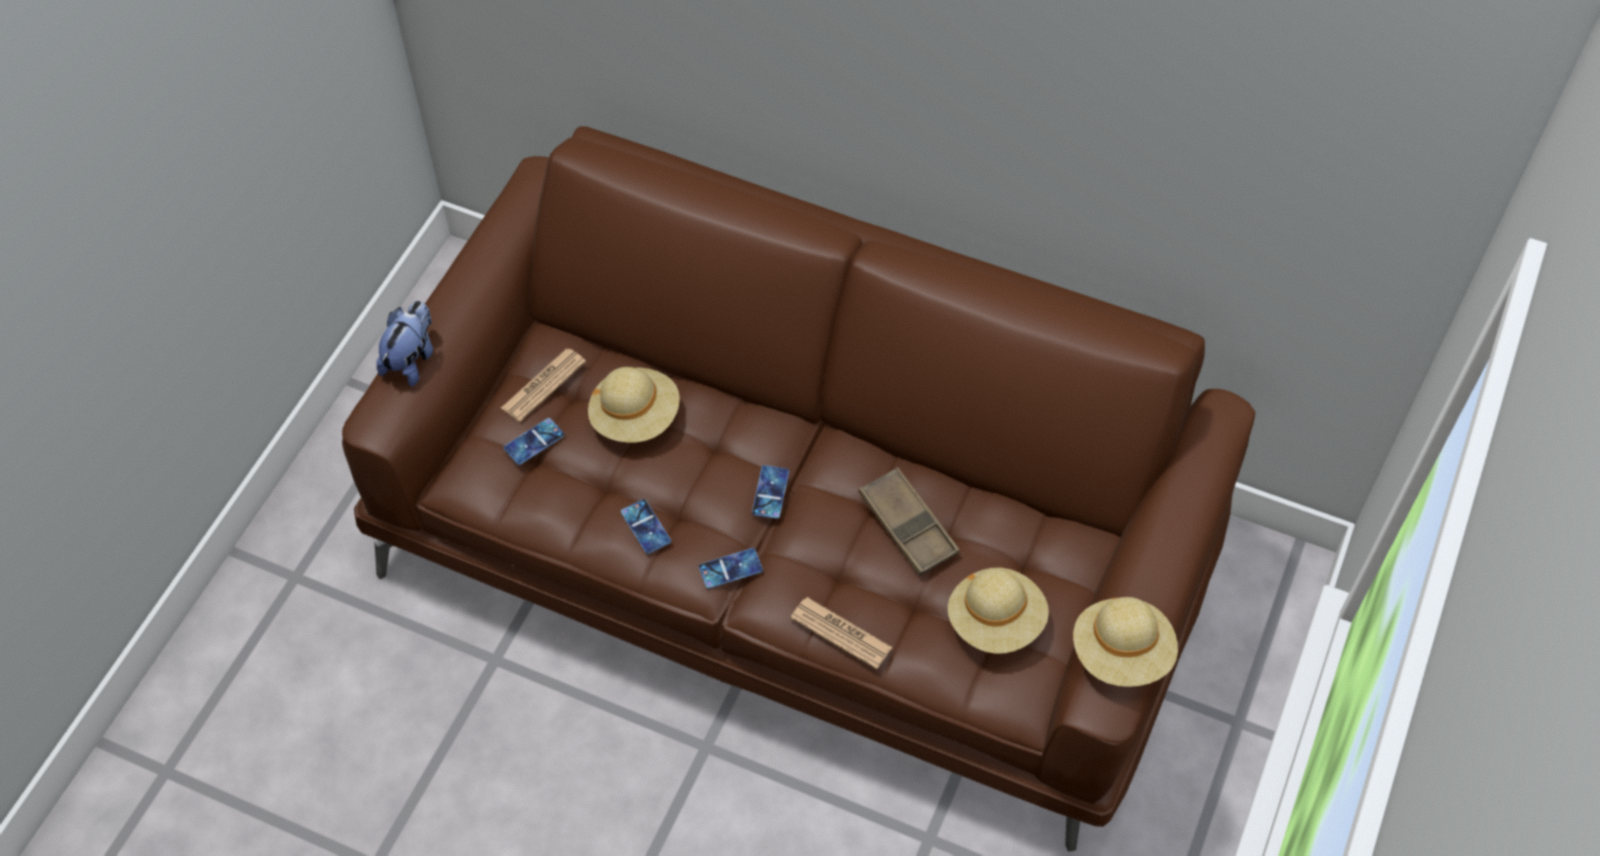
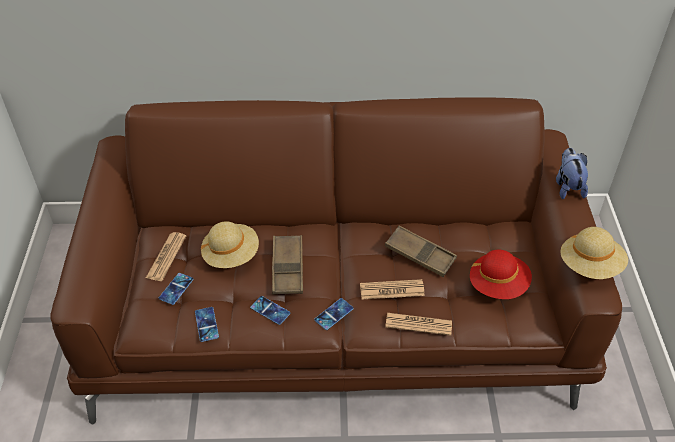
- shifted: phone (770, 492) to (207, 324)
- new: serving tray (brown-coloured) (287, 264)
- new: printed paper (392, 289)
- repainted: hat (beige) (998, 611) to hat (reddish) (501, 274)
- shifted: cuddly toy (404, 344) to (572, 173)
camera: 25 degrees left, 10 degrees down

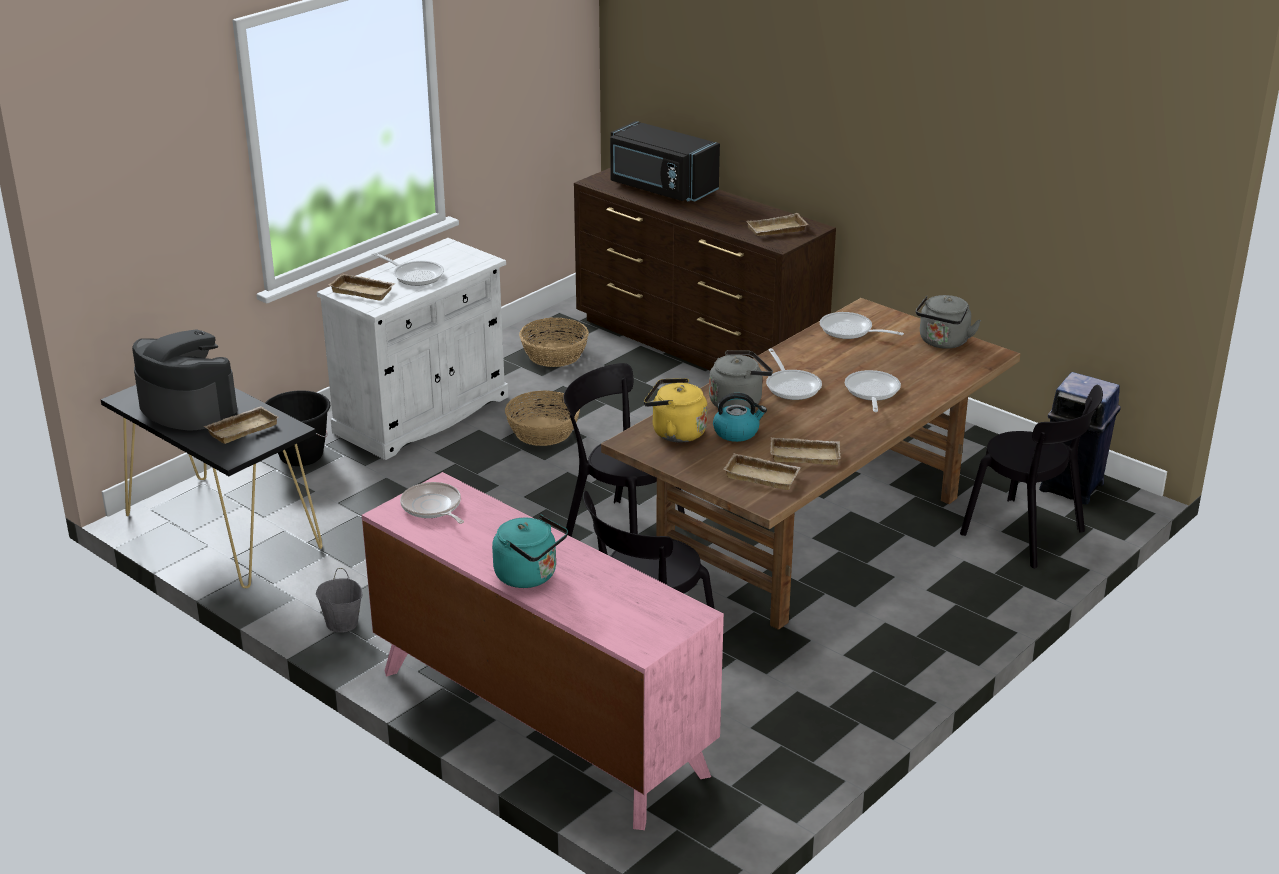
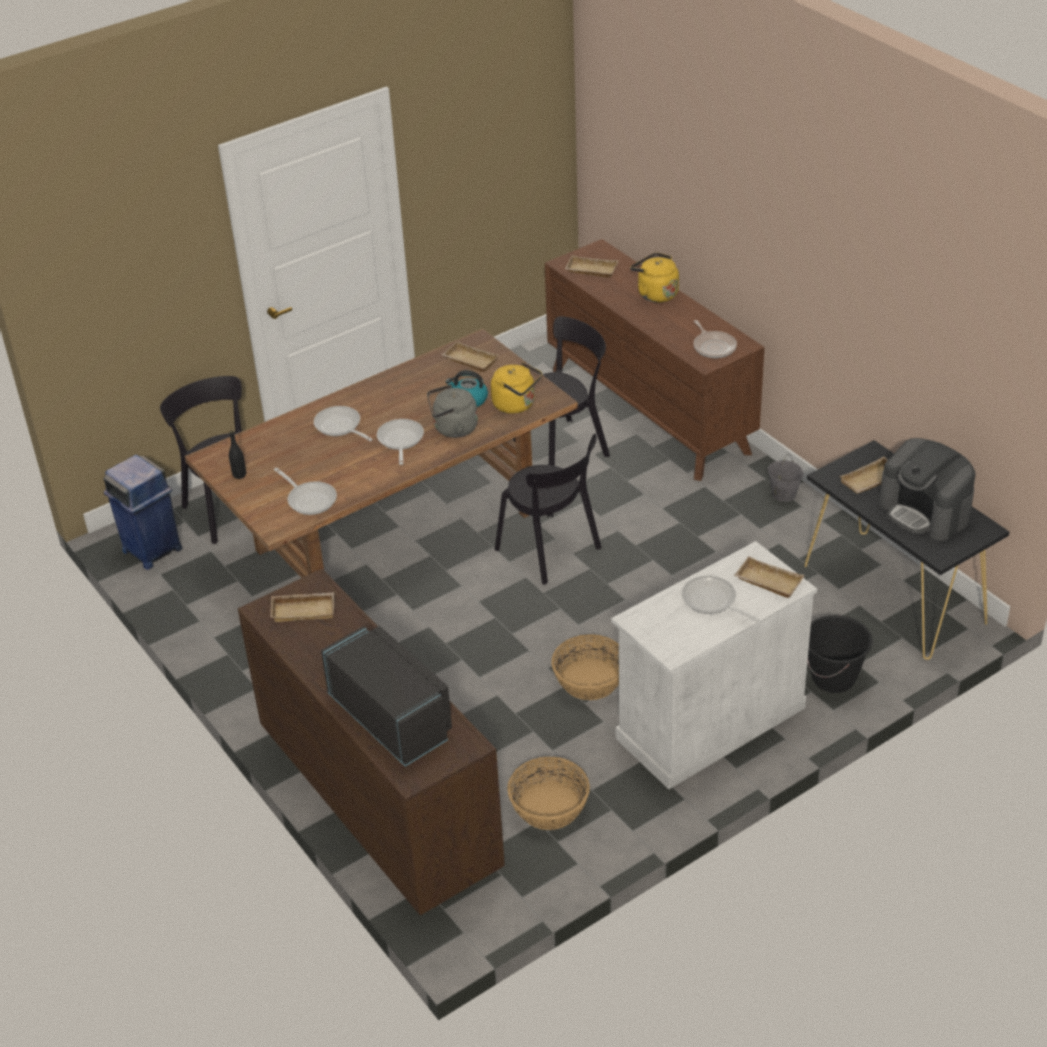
- swapped: kettle (grey) (948, 322) to beverage bottle (blackish) (237, 454)
- rotated: pan (873, 391) = (343, 423) 120 degrees clockwise
- repainted: drawer chest (pinkish) (543, 651) to drawer chest (brown-coloured) (655, 360)
- shifted: serving tray (beige) (805, 451) to (592, 266)
- repainted: kettle (blue-green) (530, 551) to kettle (yellowish) (654, 277)
camera: 165 degrees left, 10 degrees up

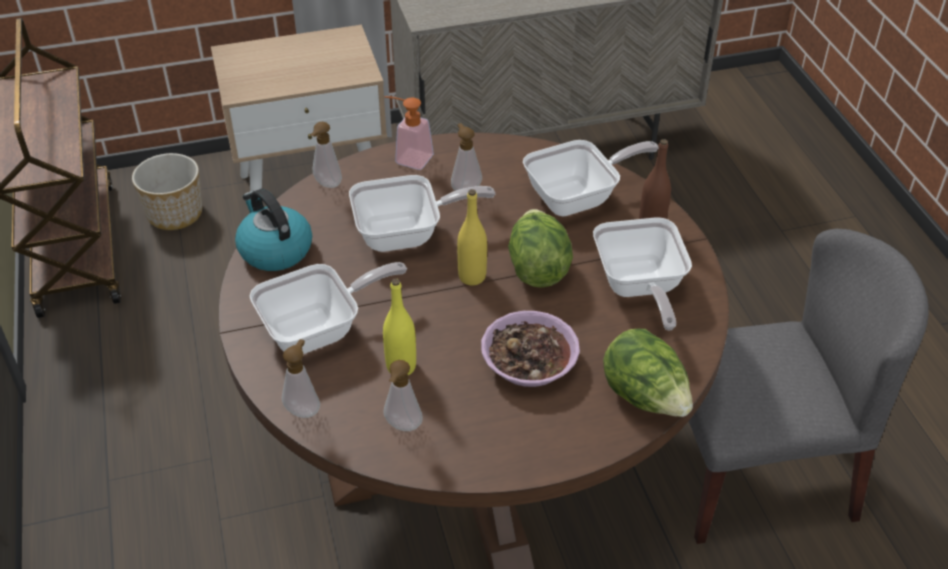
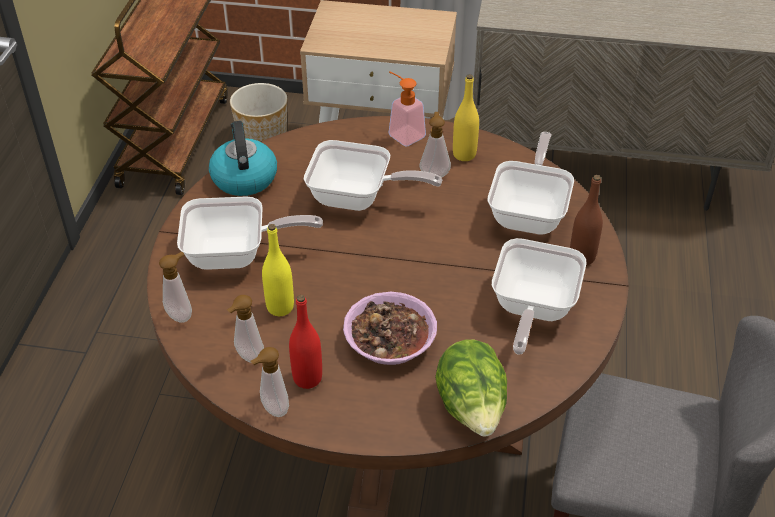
- shifted: soap bottle (326, 155) to (270, 382)
- new: beverage bottle (reddish) (305, 342)
- shifted: beverage bottle (yellowish) (472, 237) to (466, 117)
- rotated: pan (591, 178) = (531, 183) 75 degrees counterclockwise
- gone: head of lettuce (540, 248)
camera: 25 degrees right, 0 degrees up

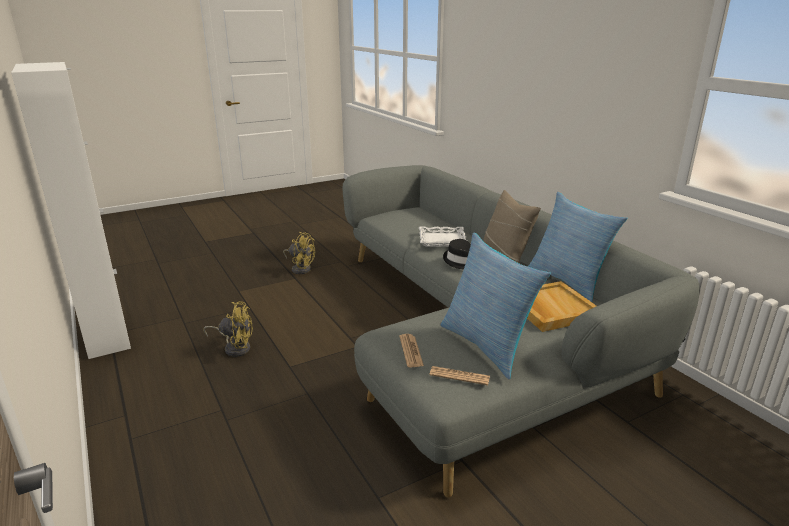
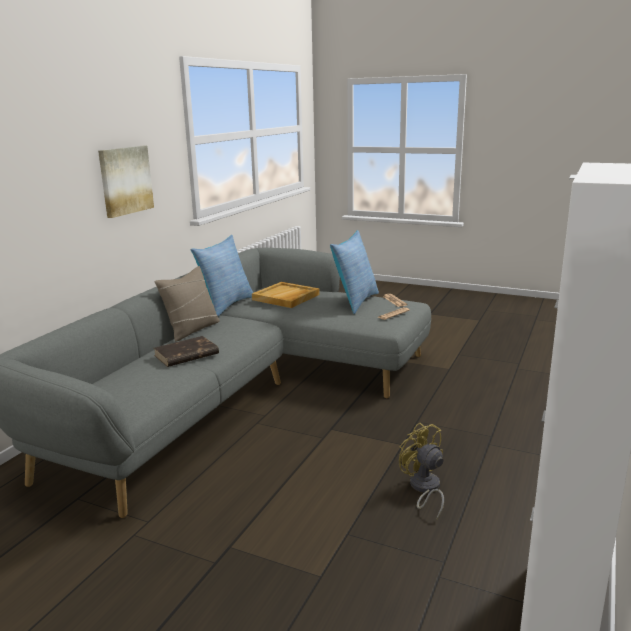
- new: picture (126, 182)
- swapped: serving tray (white-coloured) (442, 236) to bound book (brown-coloured) (186, 351)
- gone: electric fan (yellowish) (299, 253)
- gone: hat (blackish) (457, 254)
camera: 125 degrees left, 5 degrees down

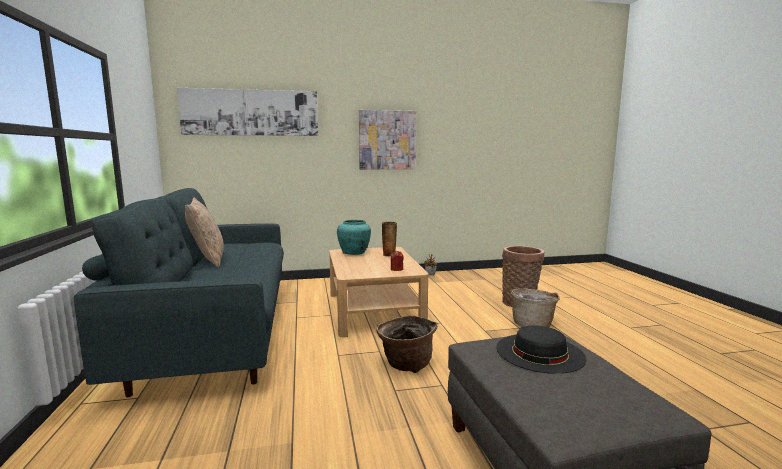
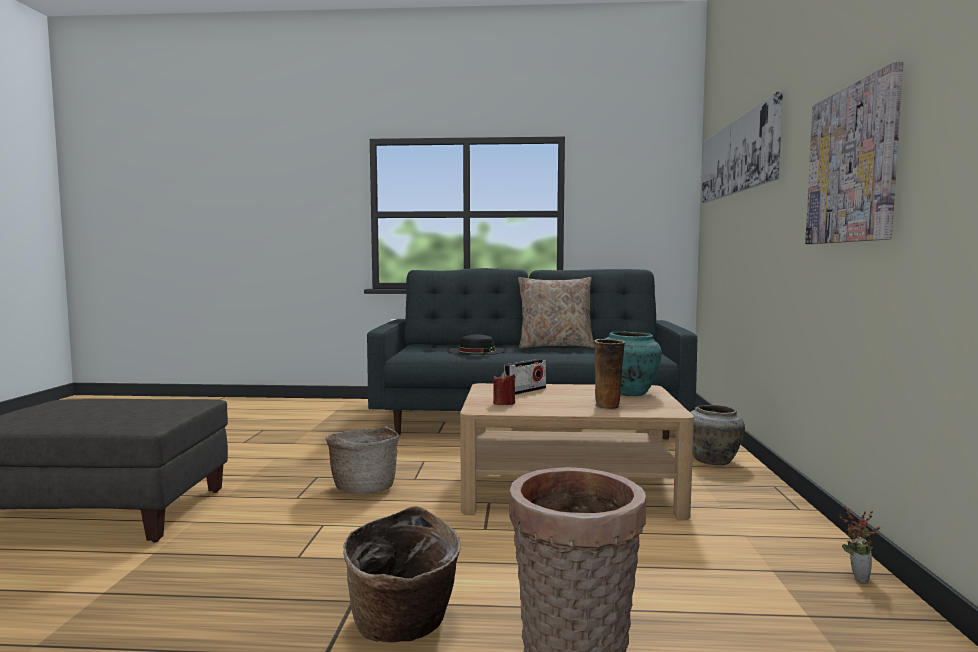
- shifted: hat (blackish) (541, 349) to (477, 344)
- new: radio set (525, 377)
- new: vase (beige) (717, 435)
camera: 105 degrees right, 5 degrees down

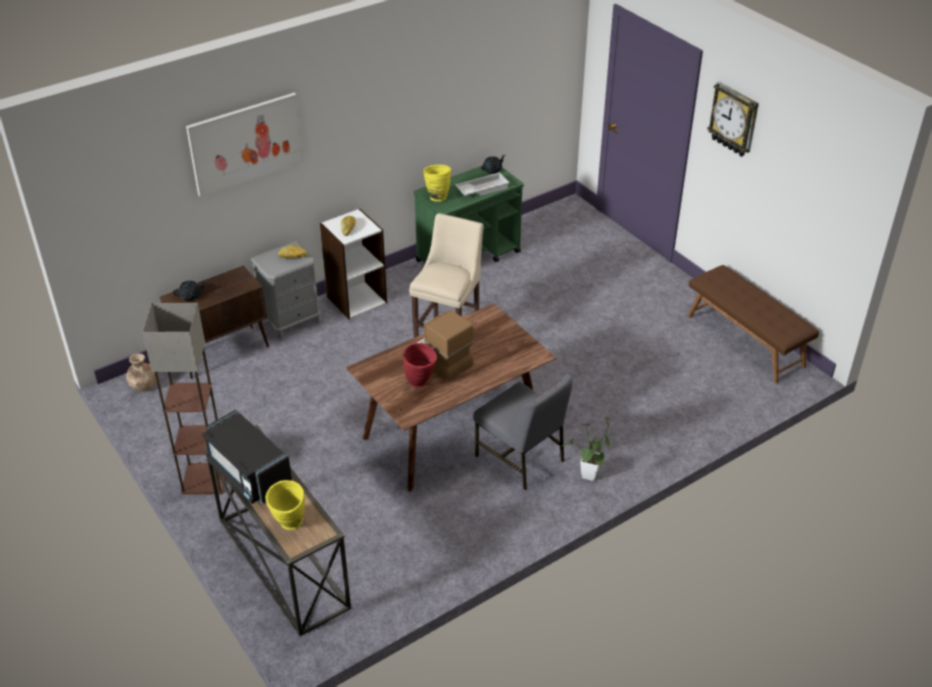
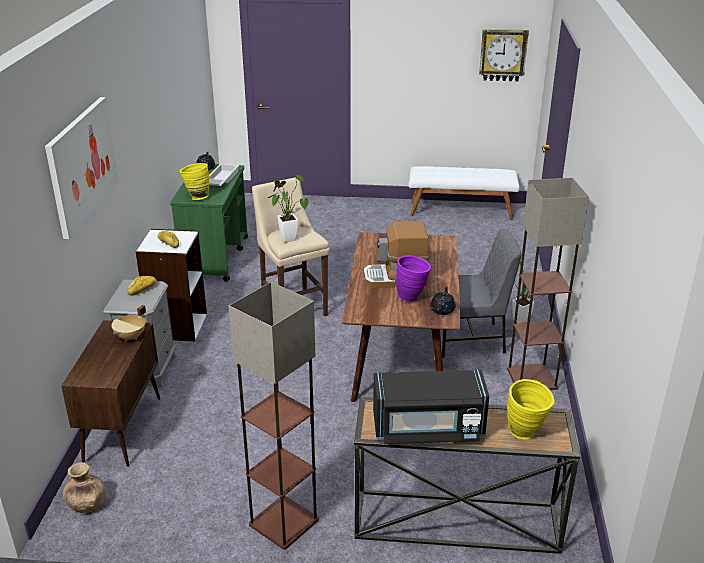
- new: cooking pot (beige) (128, 323)
- new: houseplant (288, 208)
- repainted: vase (reddish) (420, 365) to vase (purple) (413, 278)
- repainted: long seat (brown-coloured) (753, 324) to long seat (white-coloured) (464, 193)
- shifted: tea pot (blackish) (190, 290) to (443, 300)
- shifted: wall clock (733, 119) to (504, 55)
- new: standard lamp (548, 284)
camera: 50 degrees left, 10 degrees down

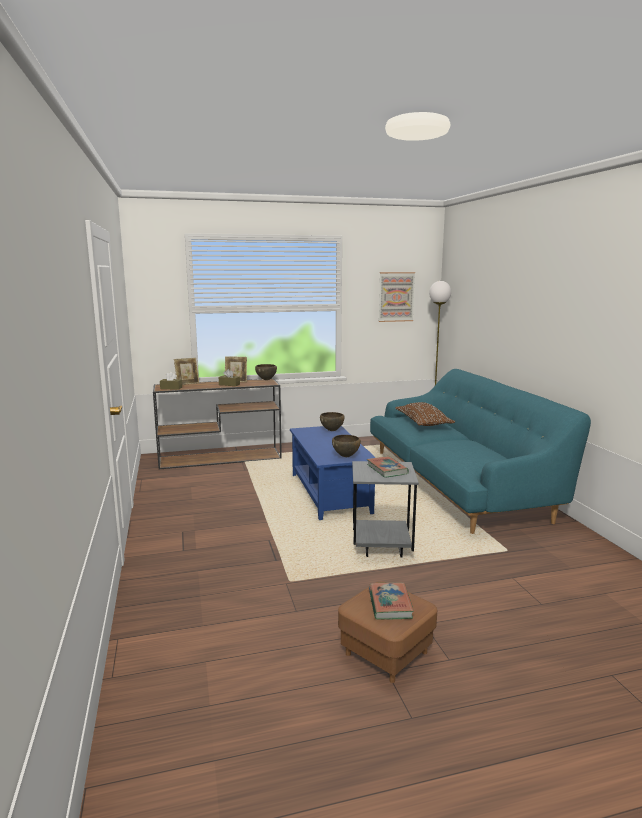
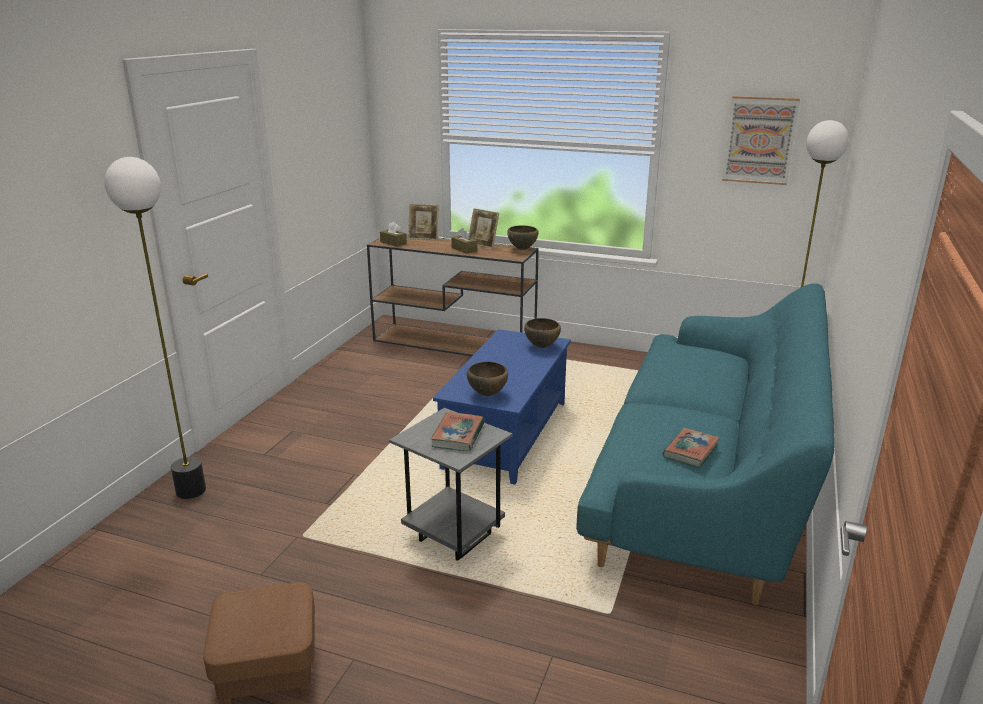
- new: standard lamp (155, 328)
- shifted: bound book (391, 601) to (691, 448)
- gone: throw pillow (brown-coloured) (425, 414)
camera: 35 degrees right, 10 degrees up

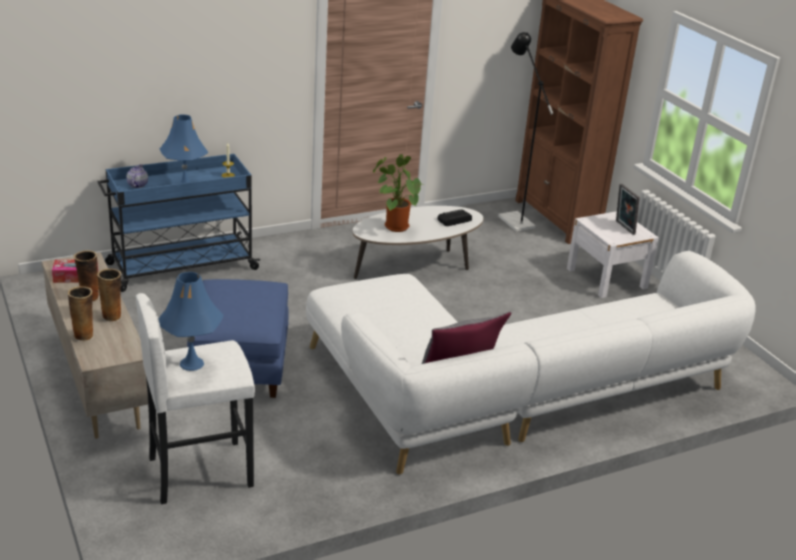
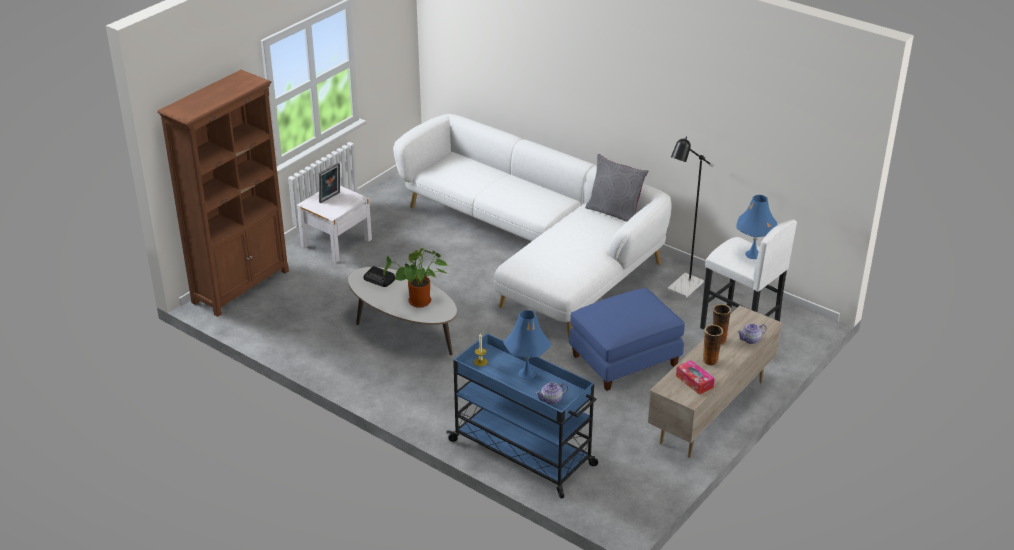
- shifted: standard lamp (blackish) (525, 132) to (690, 217)
- swapped: vase (81, 314) to tea pot (752, 333)
camera: 115 degrees left, 5 degrees up

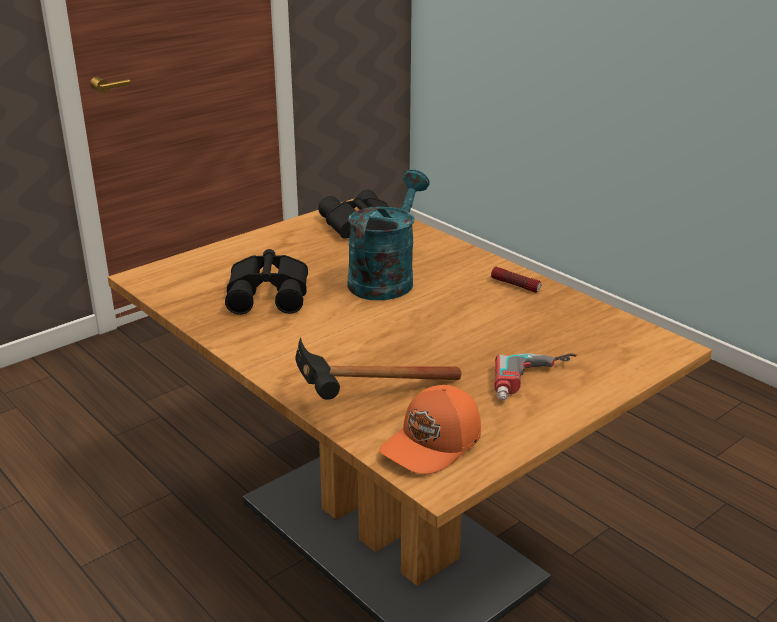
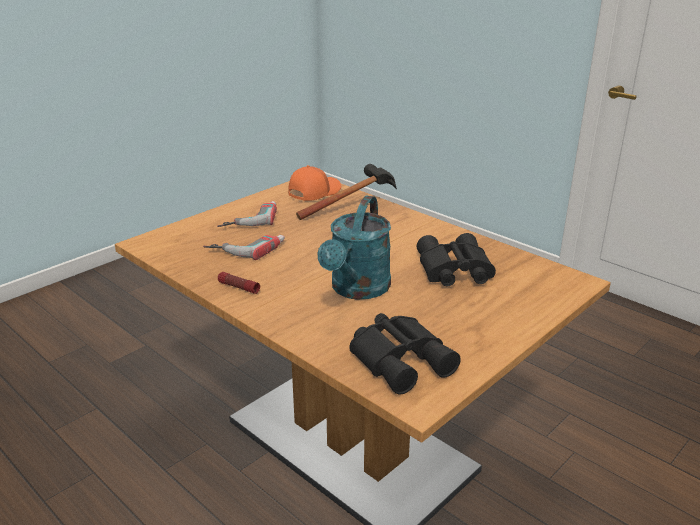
- new: drill (244, 247)
camera: 175 degrees right, 0 degrees up

